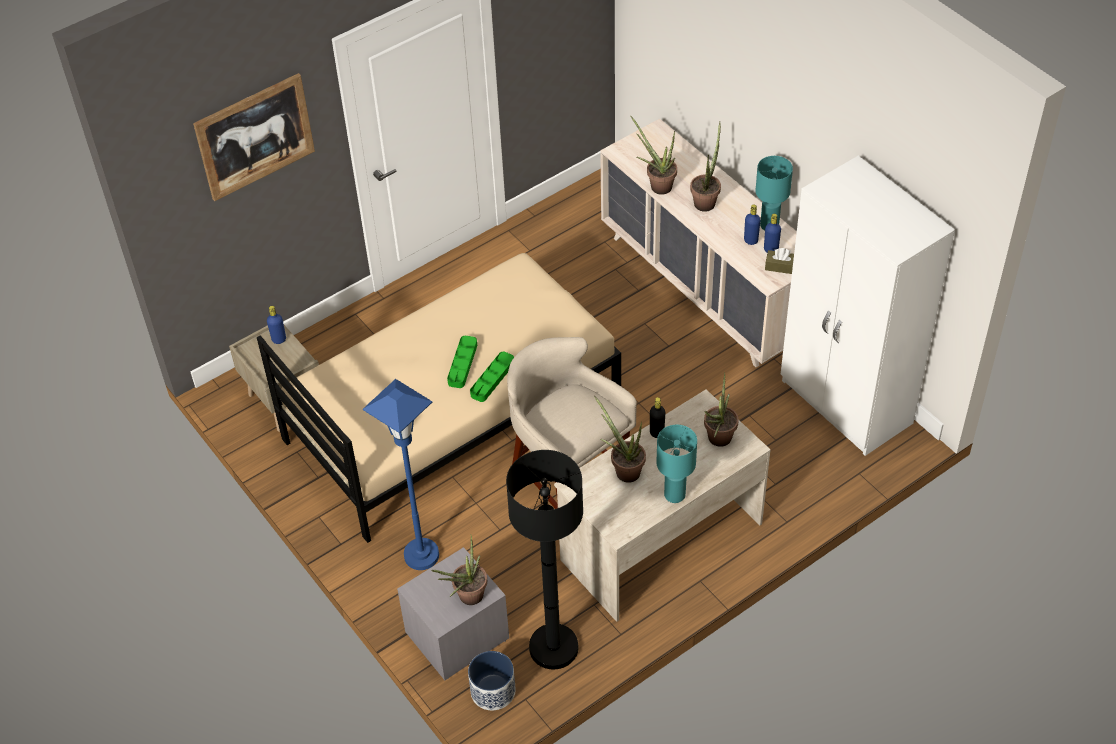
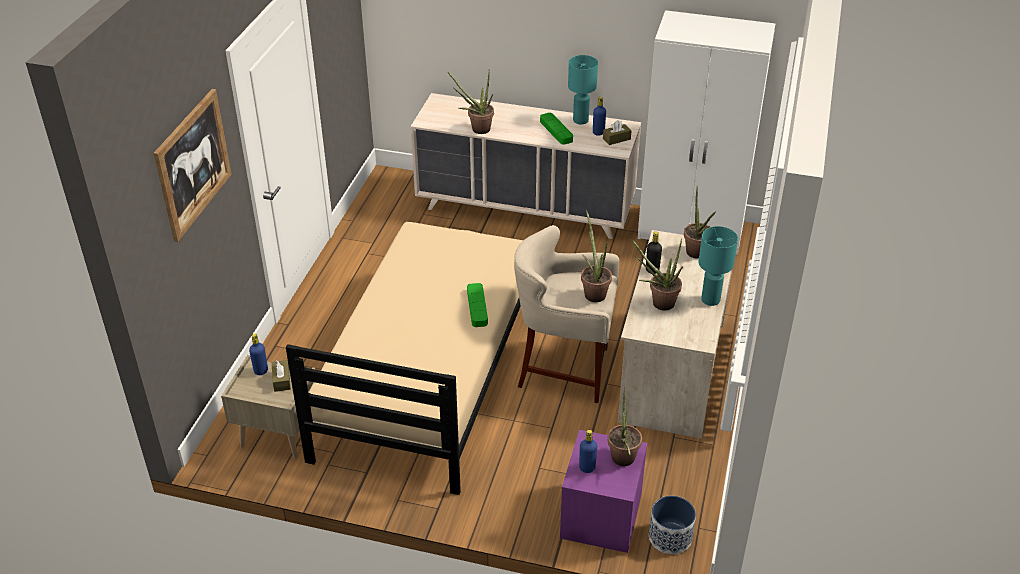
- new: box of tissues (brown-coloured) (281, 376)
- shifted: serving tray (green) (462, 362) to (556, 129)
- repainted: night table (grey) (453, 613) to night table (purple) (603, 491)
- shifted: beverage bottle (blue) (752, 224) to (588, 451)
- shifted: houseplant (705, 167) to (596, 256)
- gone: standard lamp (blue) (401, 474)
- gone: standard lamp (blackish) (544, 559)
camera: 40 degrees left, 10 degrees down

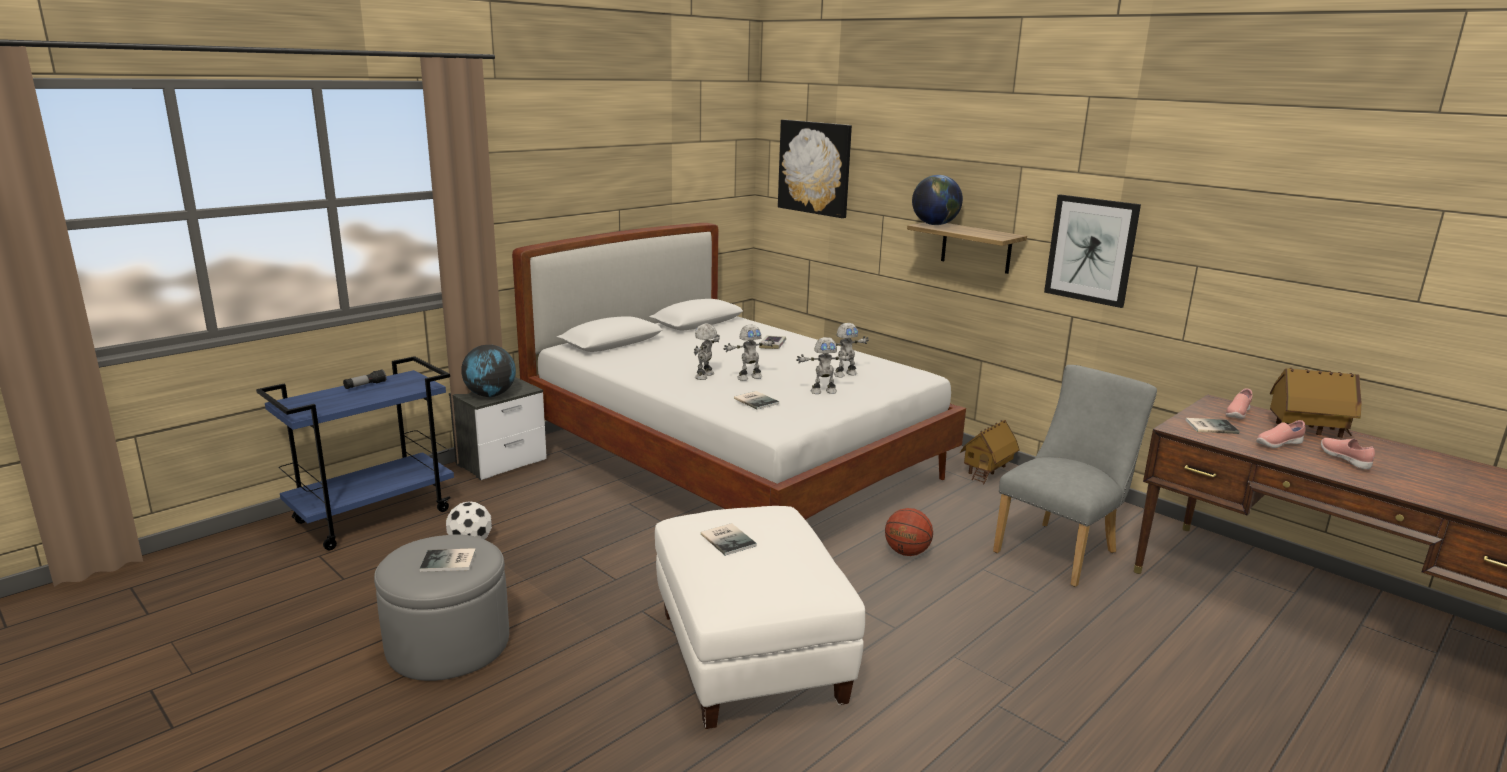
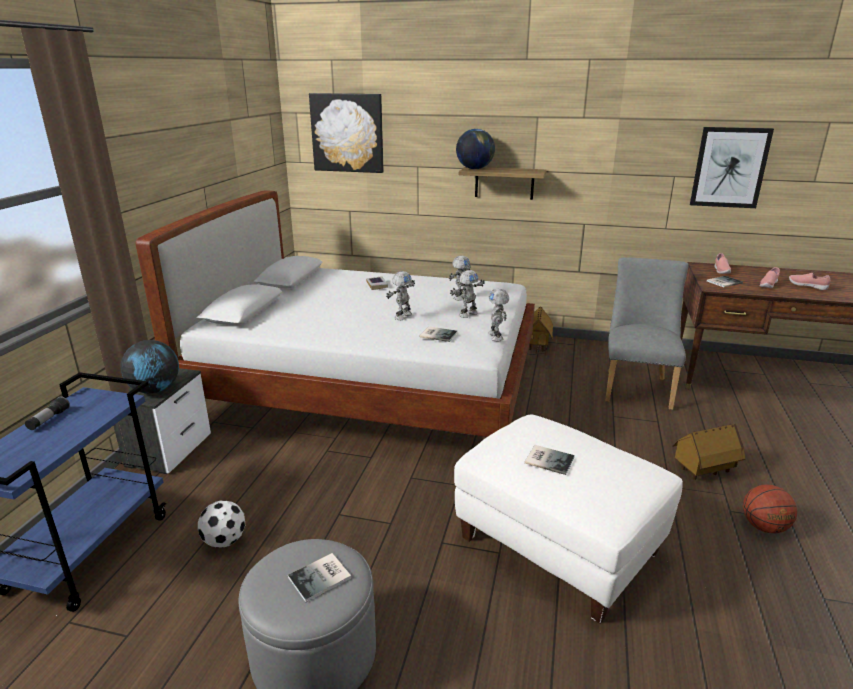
- shifted: toy robot (707, 351) to (498, 315)
- shifted: miniature house (1315, 403) to (709, 451)
- shifted: picture (1092, 251) to (732, 167)
- shifted: basketball (909, 532) to (770, 509)
camera: 30 degrees left, 5 degrees up

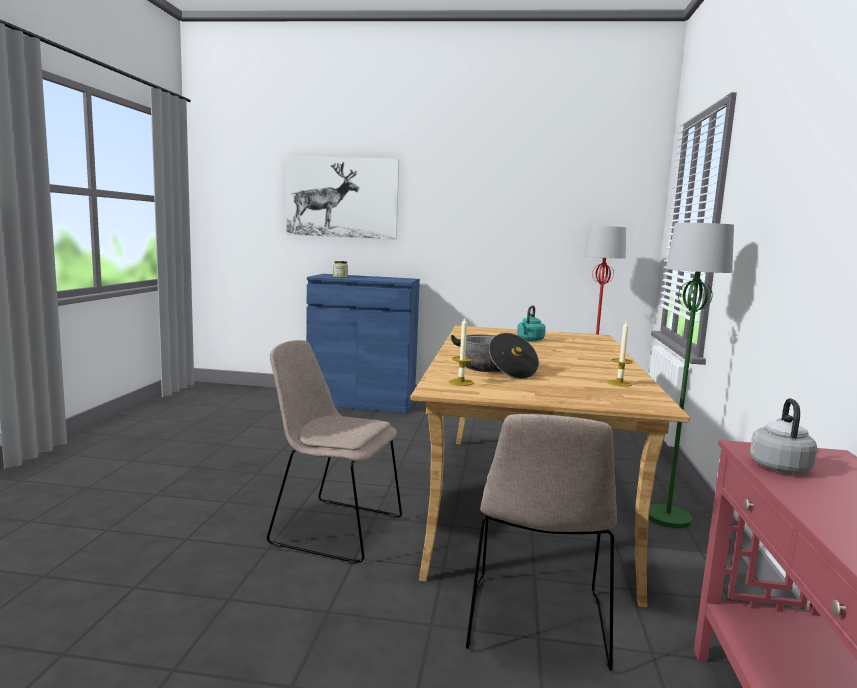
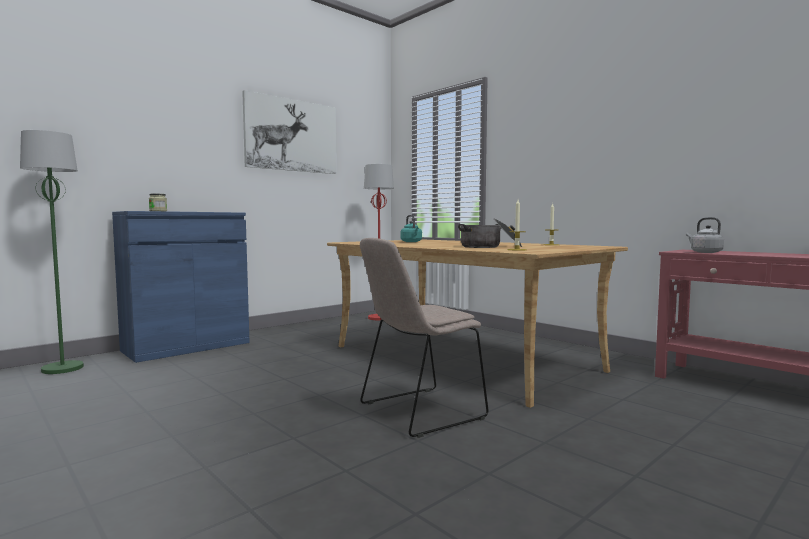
- shifted: standard lamp (green) (691, 375) to (52, 252)
- shifted: picture (342, 198) to (289, 132)
- gone: upright chair (beige) (541, 542)
camera: 50 degrees left, 5 degrees down

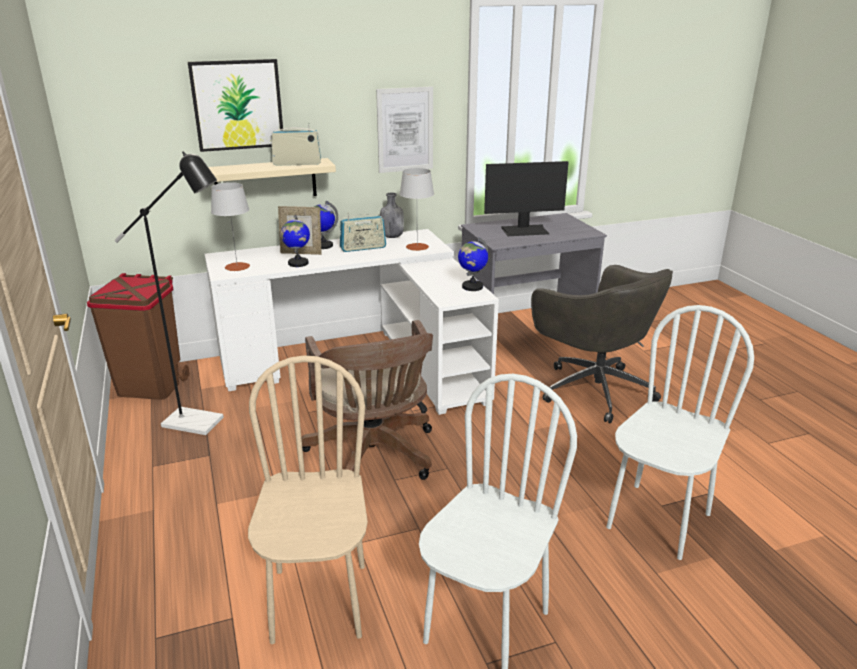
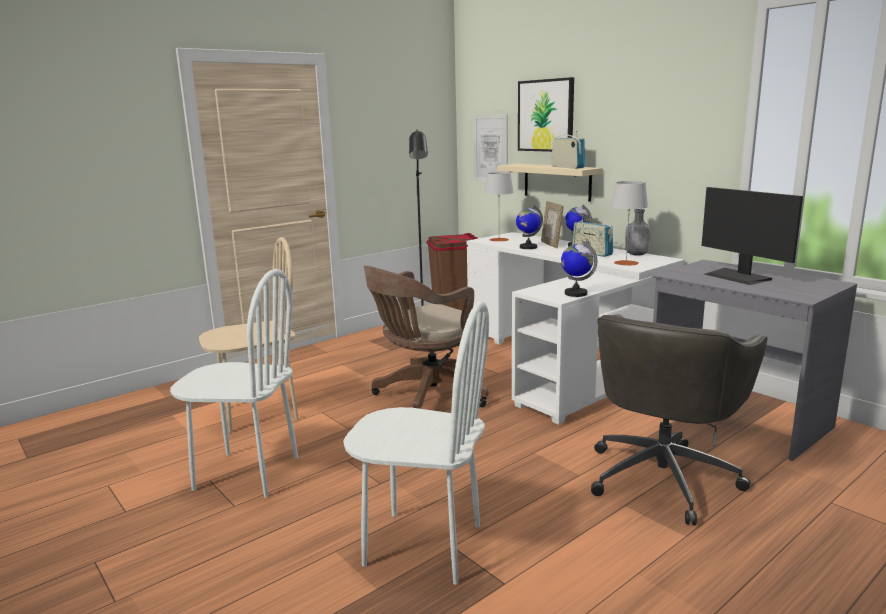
- shifted: picture (404, 129) to (491, 148)
camera: 70 degrees right, 10 degrees down

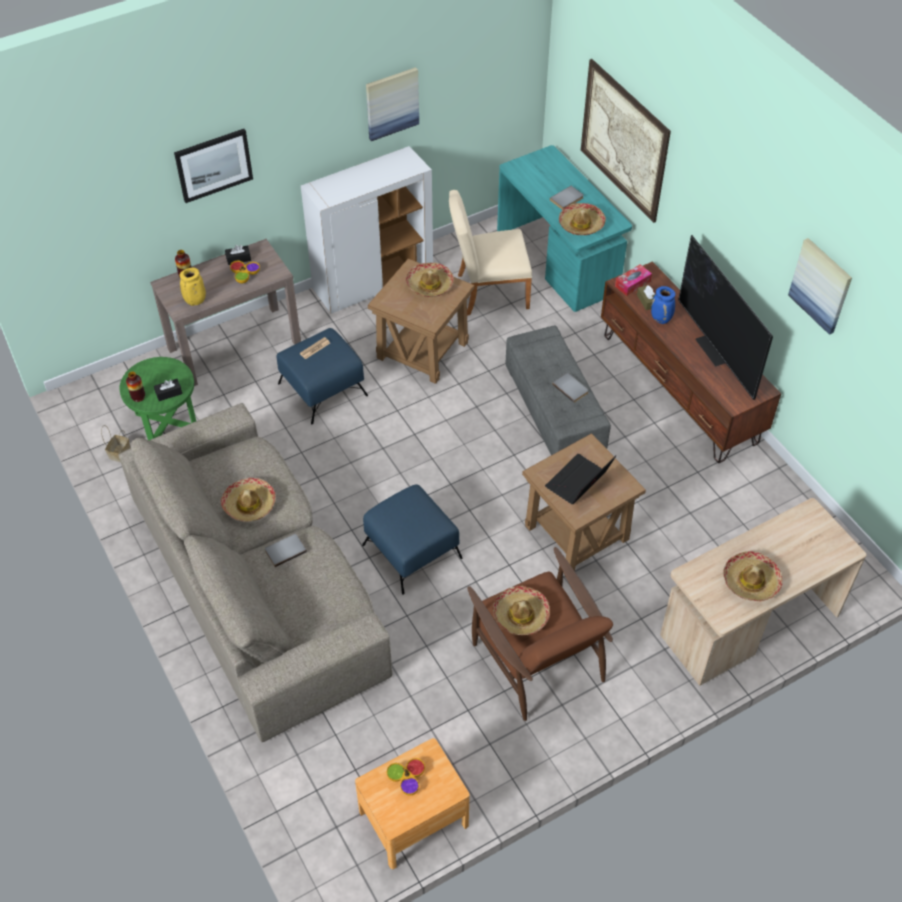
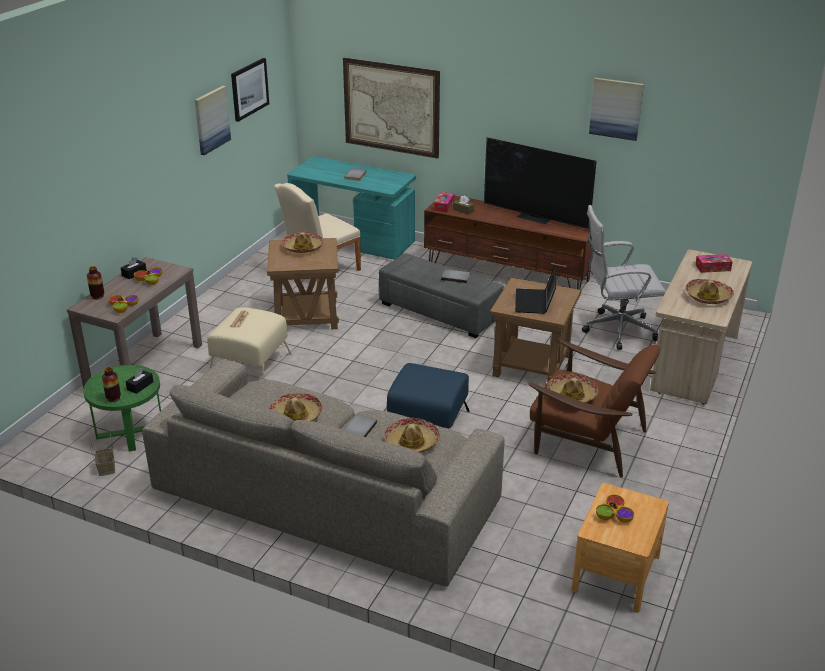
- swapped: vase (yellowish) (193, 287) to bowl (123, 304)
- repainted: pouffe (blue) (322, 376) to pouffe (beige) (249, 343)
- shifted: picture (213, 166) to (250, 90)
- shifted: hat (582, 219) to (412, 435)
- new: desk chair (white-coloured) (624, 277)
- new: box of tissues (714, 263)
- gone: cabinet (white-coloured) (367, 230)
- gone: vase (blue) (663, 305)
camera: 35 degrees left, 20 degrees down

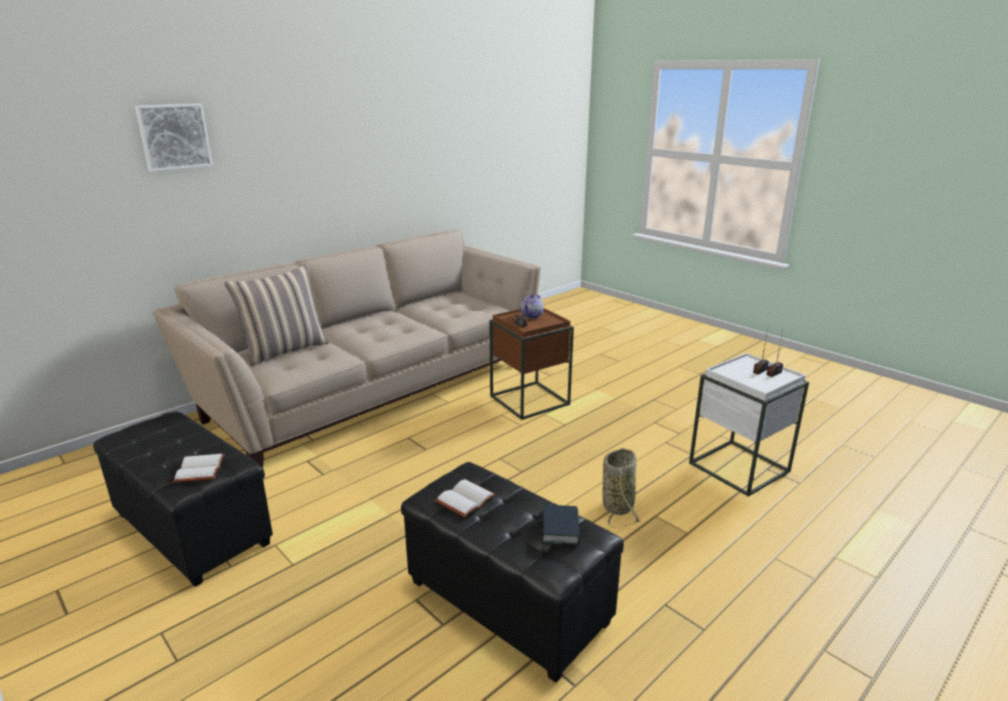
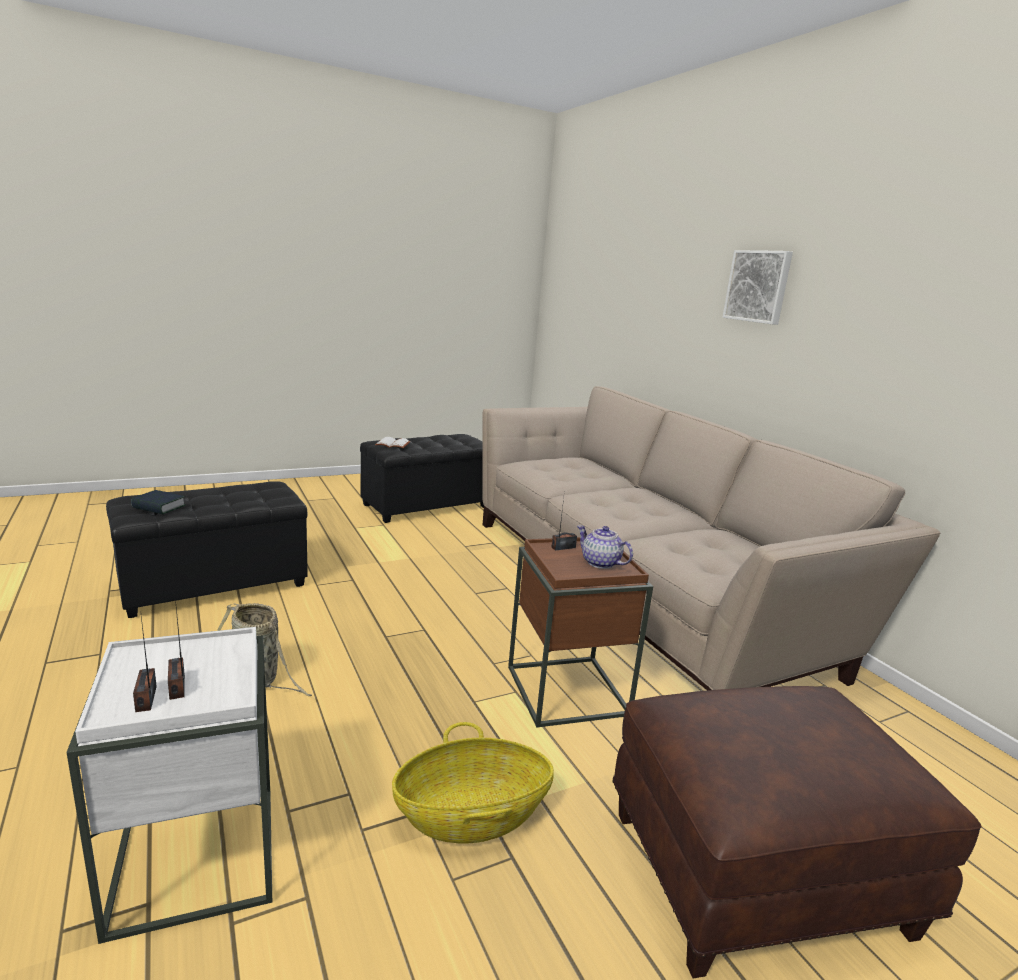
- new: household basket (473, 782)
- new: pouffe (brown-coloured) (797, 832)
- shifted: picture (174, 138) to (757, 287)
- gone: throw pillow (276, 315)
- gone: bound book (white-coloured) (465, 498)
camera: 105 degrees right, 5 degrees down

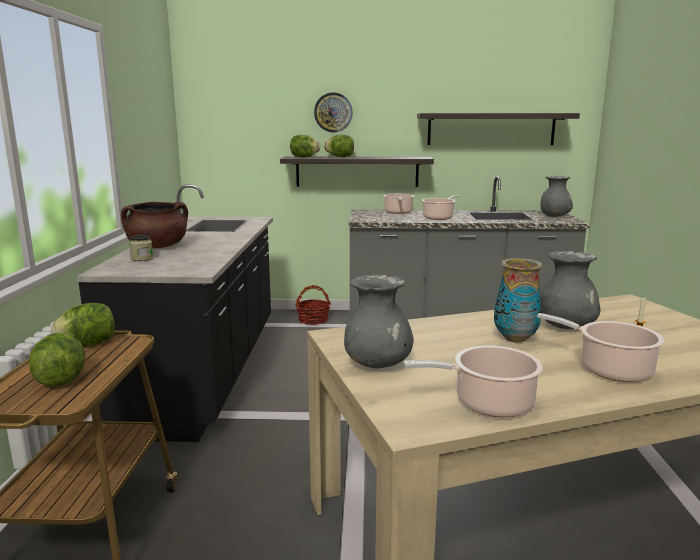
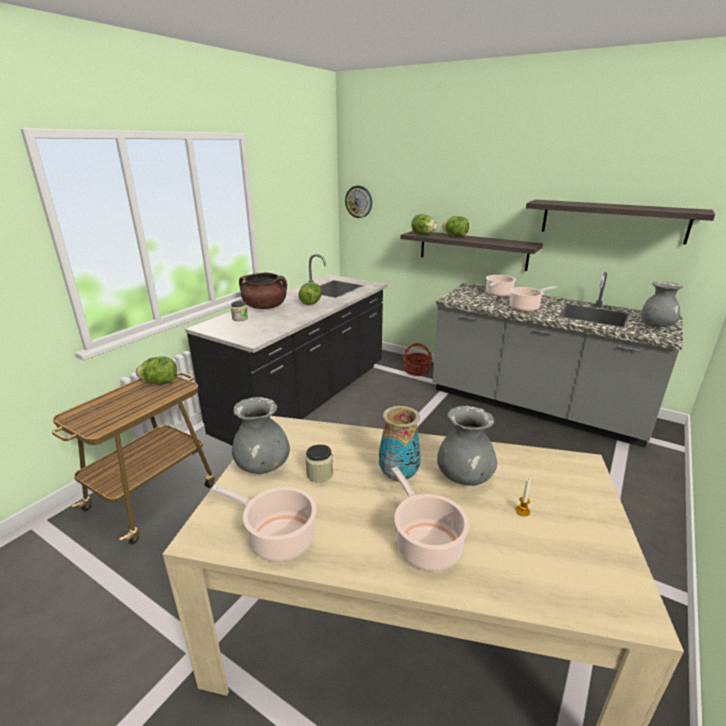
- shifted: head of lettuce (57, 359) to (310, 293)
- new: storage jar (319, 463)
- shifted: wall clock (333, 112) to (358, 202)
camera: 30 degrees right, 10 degrees up

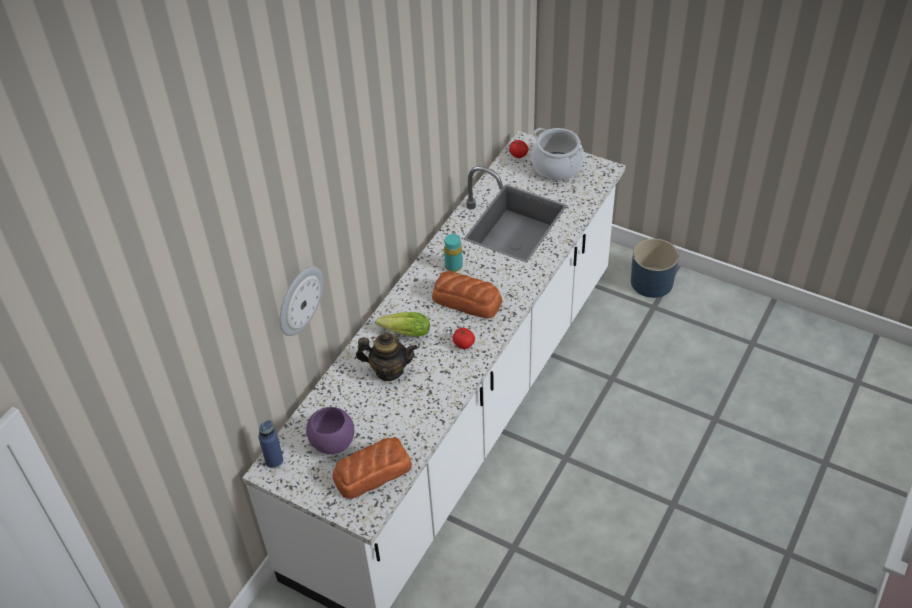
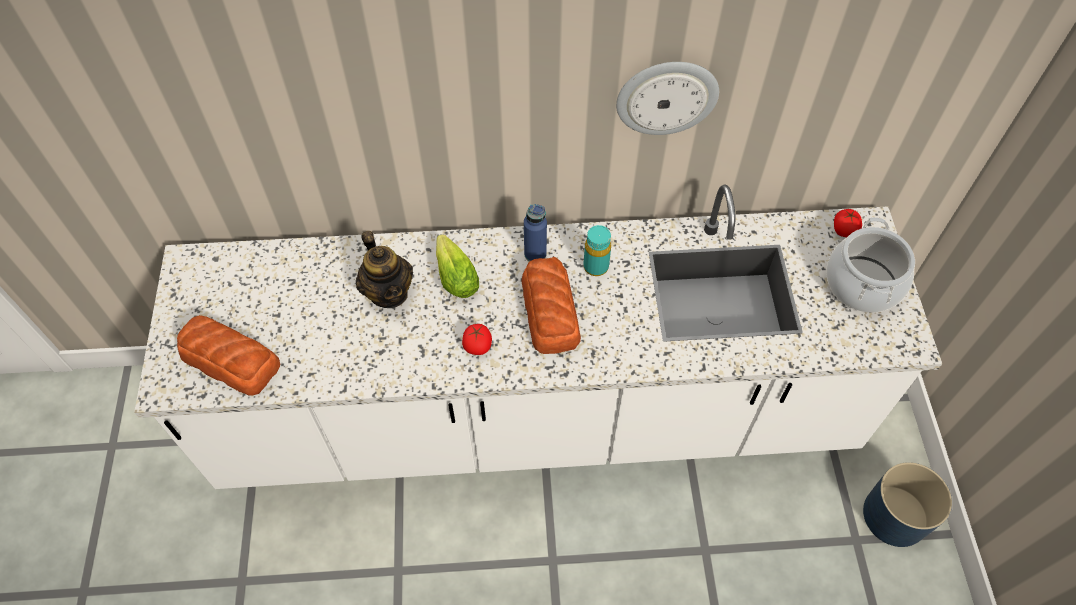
- shifted: beverage bottle (blue) (270, 444) to (535, 233)
- shifted: wall clock (301, 301) to (667, 98)
- gone: bowl (purple) (330, 430)
camera: 55 degrees right, 10 degrees up

